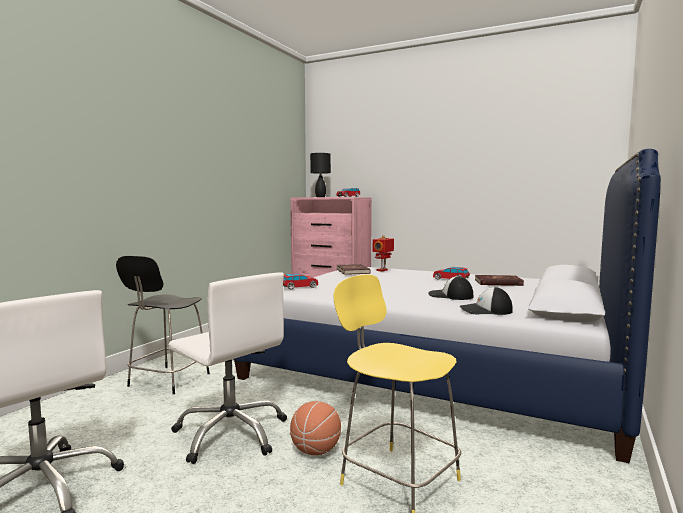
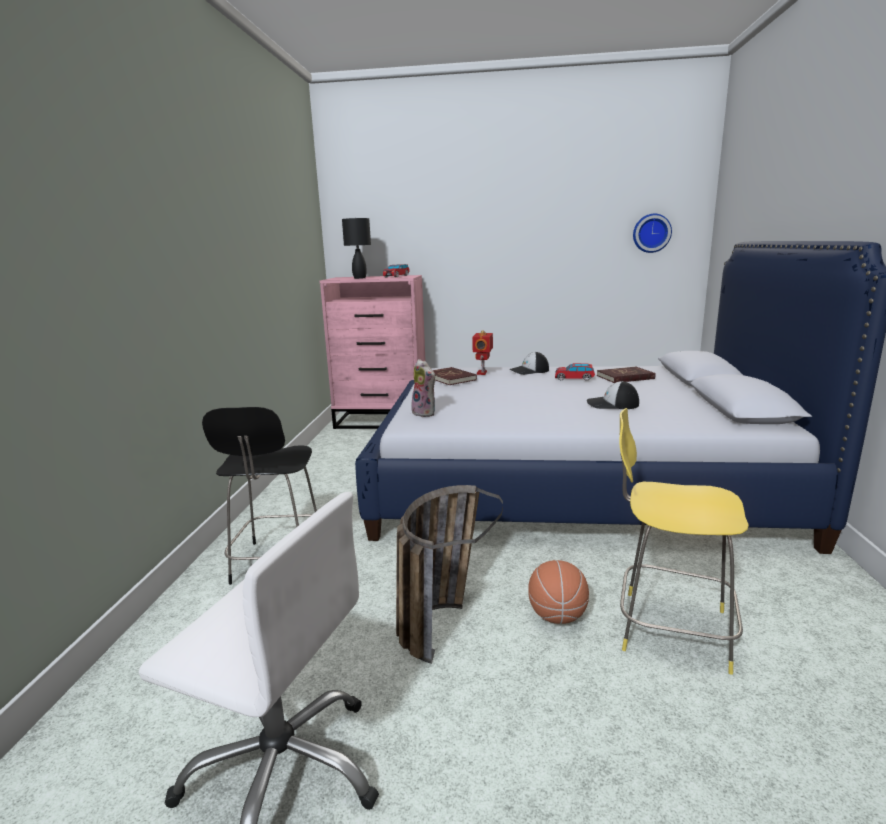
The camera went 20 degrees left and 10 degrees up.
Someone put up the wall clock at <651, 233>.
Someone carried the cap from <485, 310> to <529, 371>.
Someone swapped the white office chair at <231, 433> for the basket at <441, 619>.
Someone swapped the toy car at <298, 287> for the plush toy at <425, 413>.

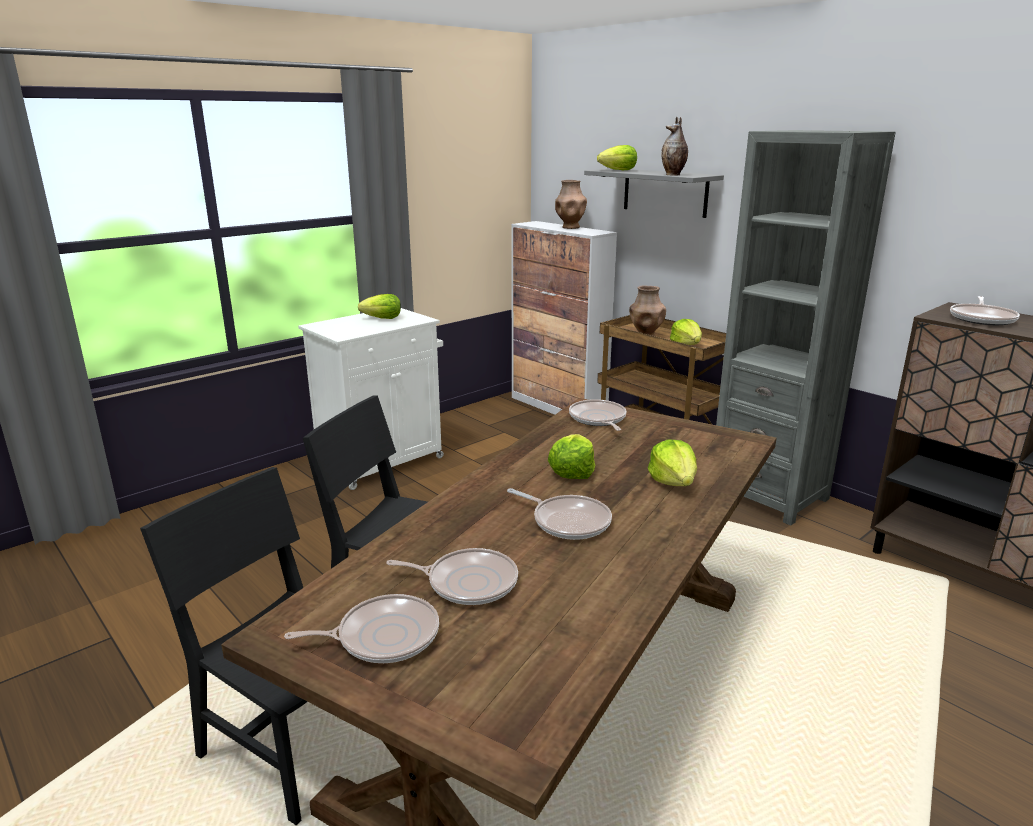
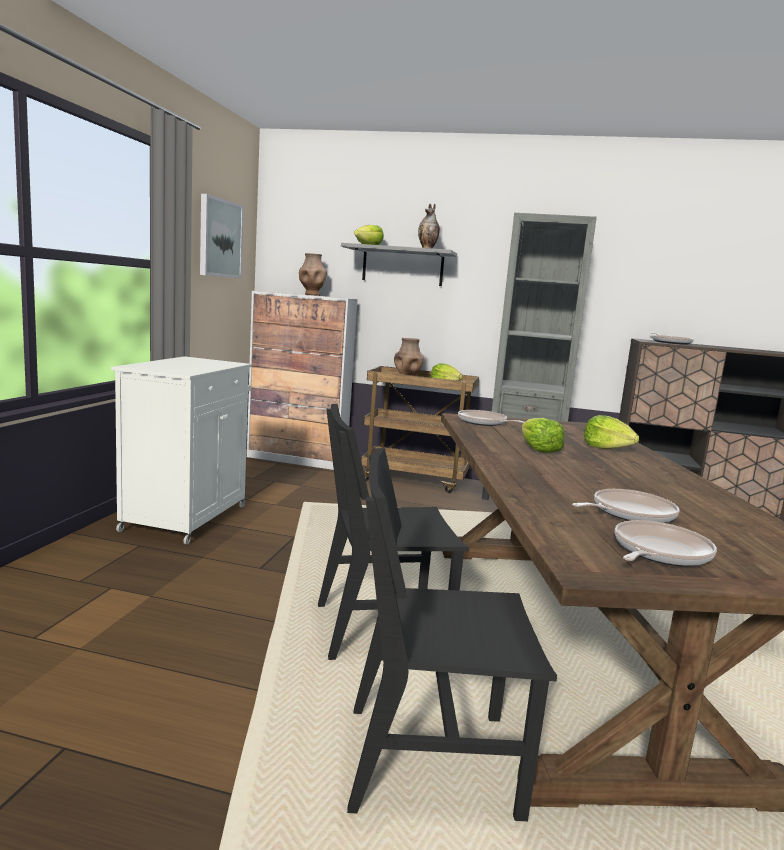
The camera went 35 degrees left and 10 degrees down.
Someone took away the lettuce at <382, 318>.
Someone took away the frying pan at <567, 521>.
Someone put up the picture at <220, 238>.

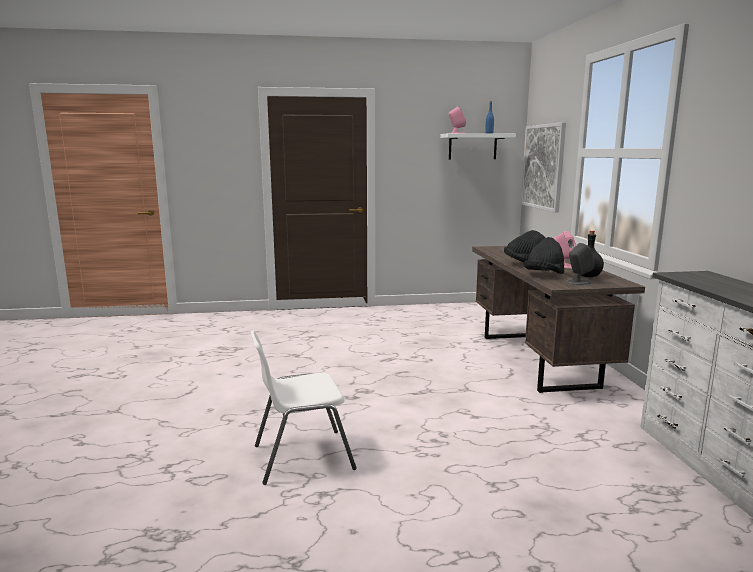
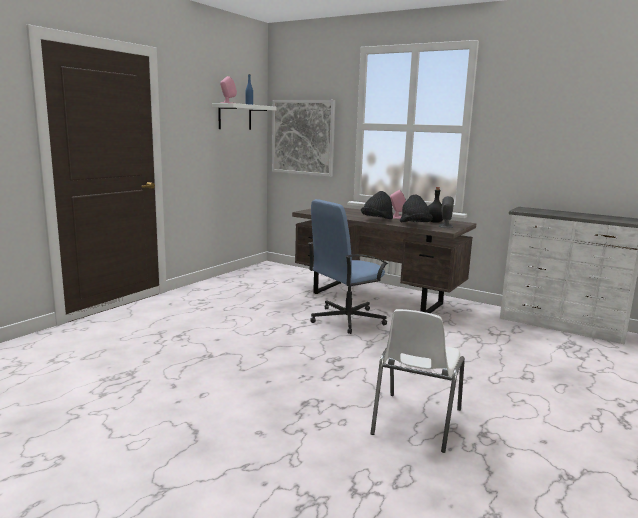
The camera went 50 degrees left and 0 degrees up.
Someone put down the blue office chair at <346, 319>.

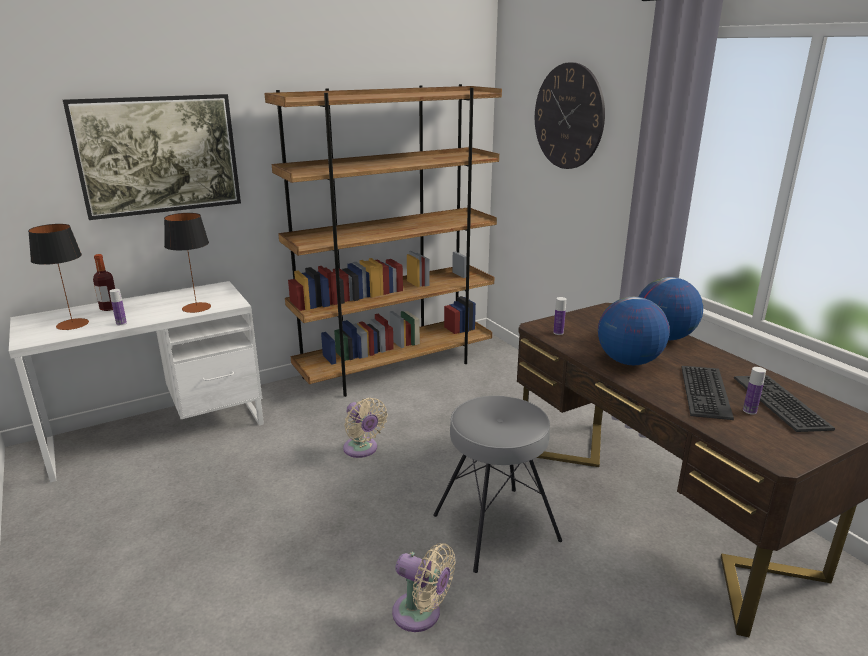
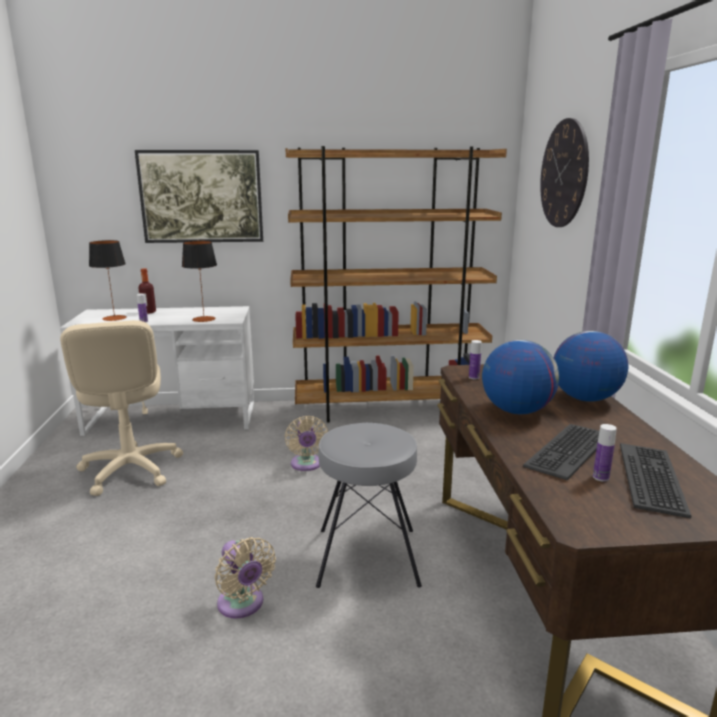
The camera went 25 degrees right and 5 degrees down.
Someone put down the beige office chair at <130, 470>.

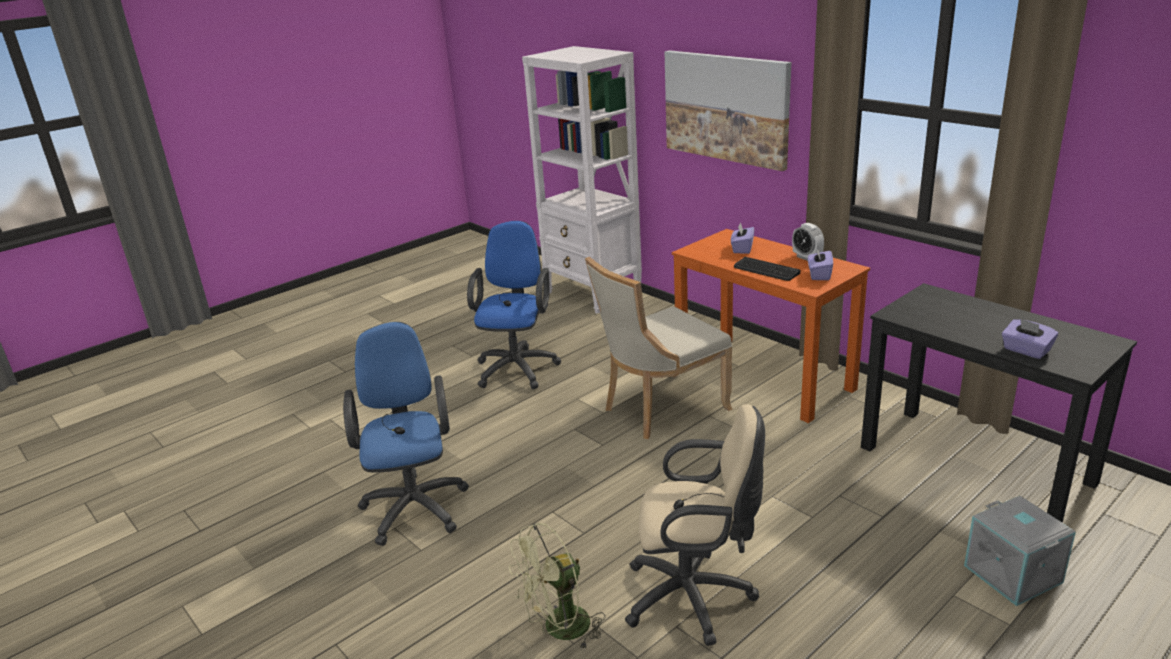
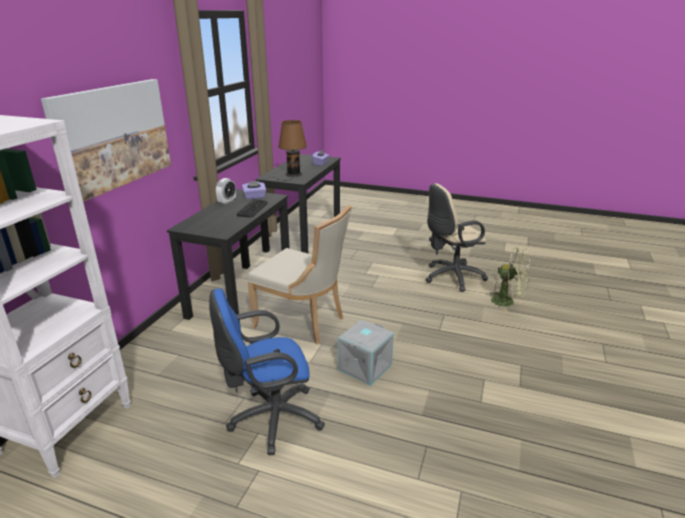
The camera went 120 degrees left and 0 degrees up.
Someone took away the blue office chair at <415, 504>.
Someone took away the purple tissue box at <742, 249>.
Someone put down the brown table lamp at <292, 174>.
Someone carried the grey storage box from <1014, 574> to <364, 367>.
Someone repainted the orange desk at <764, 377>, which became the black desk at <241, 294>.
Someone rotated the beige office chair at <695, 597> by 90 degrees counterclockwise.

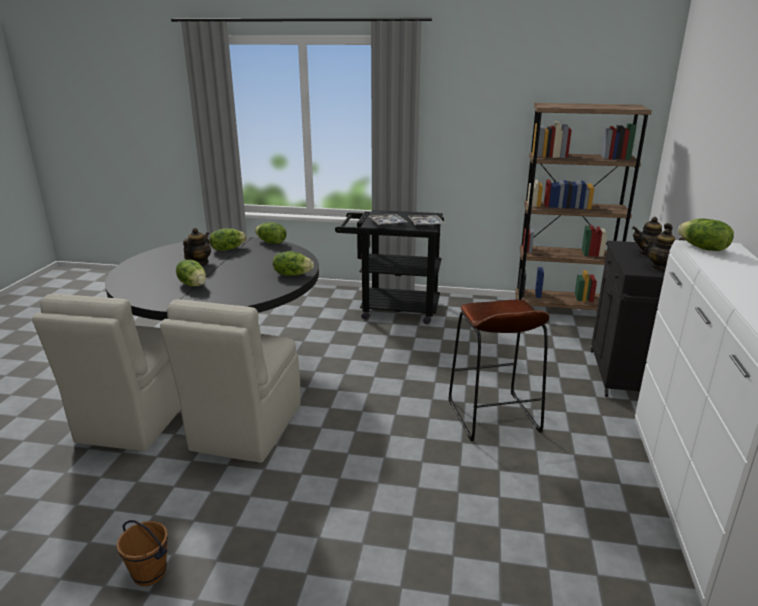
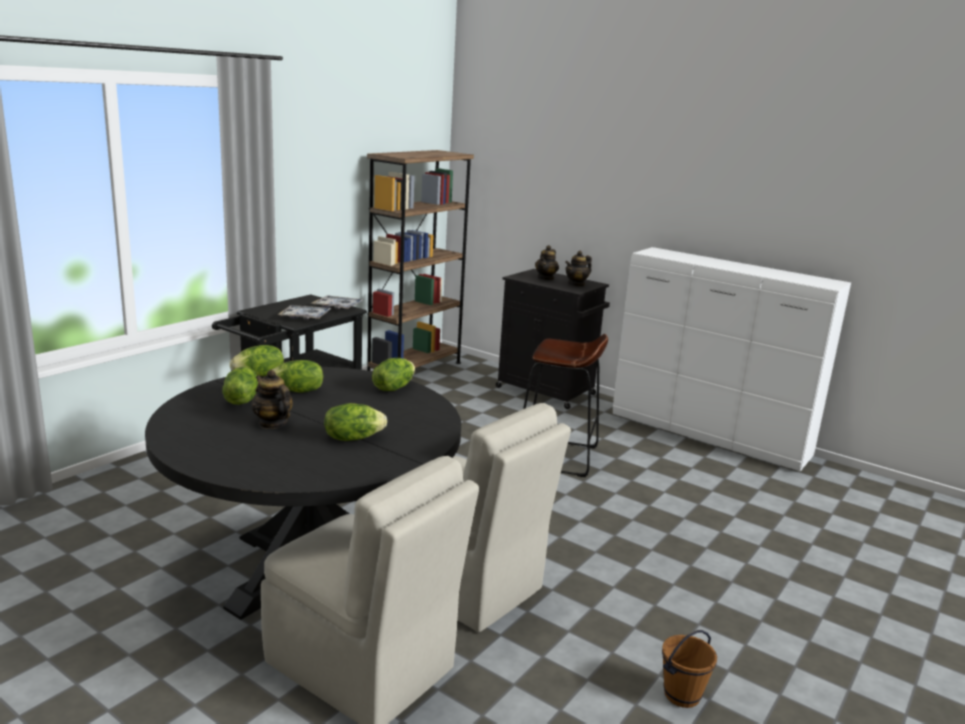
The camera went 65 degrees left and 5 degrees down.
Someone carried the lettuce from <703, 248> to <297, 391>.

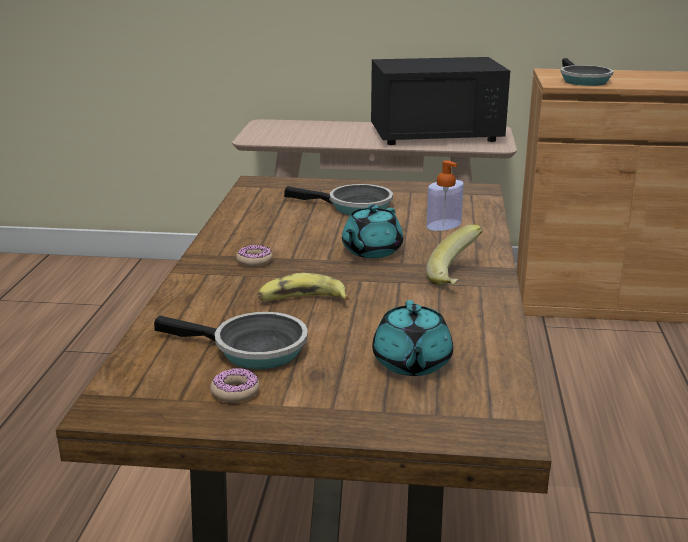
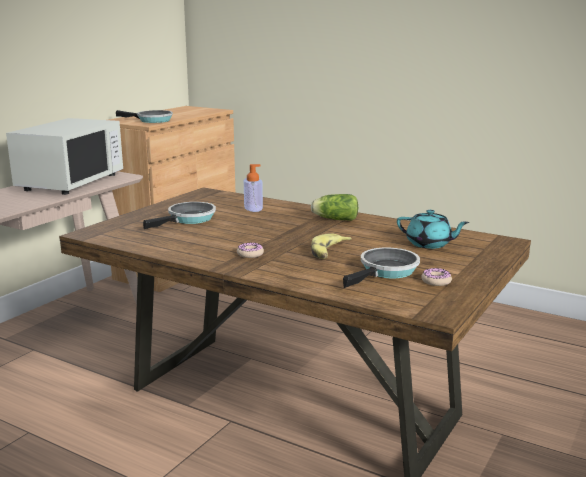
The camera went 65 degrees left and 5 degrees down.
Someone took away the turquoise teapot at <371, 251>.
Someone swapped the banana at <458, 278> for the lettuce at <334, 219>.
Someone repainted the black microwave at <436, 135>, which became the white microwave at <71, 182>.

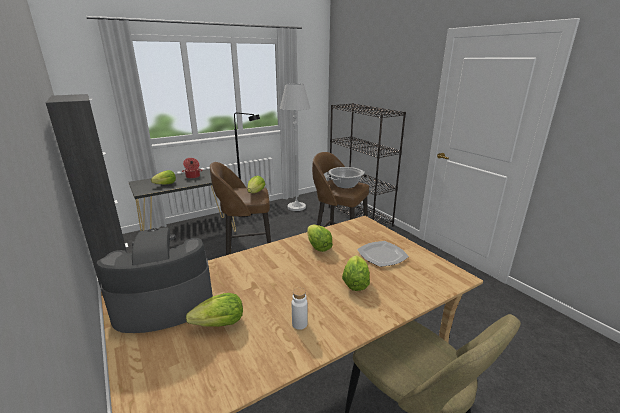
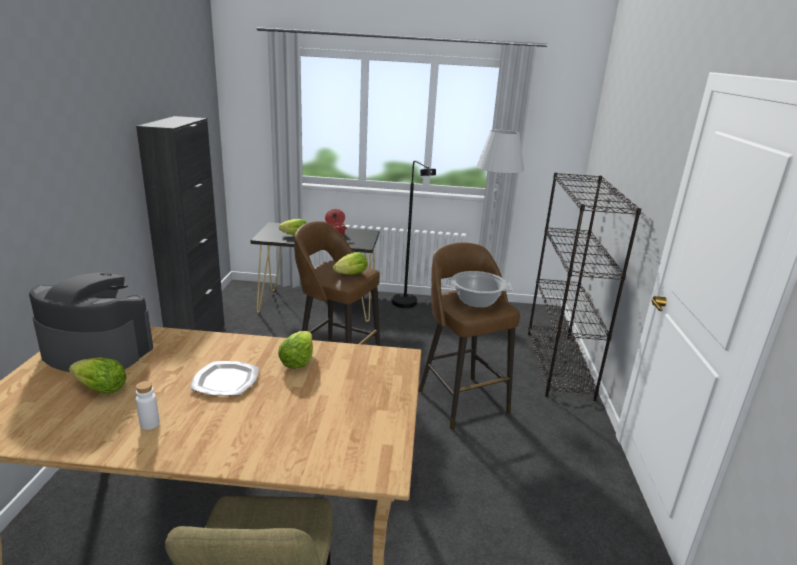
The camera went 35 degrees right and 0 degrees up.
Someone took away the lettuce at <355, 283>.
Someone carried the plate from <382, 255> to <226, 381>.

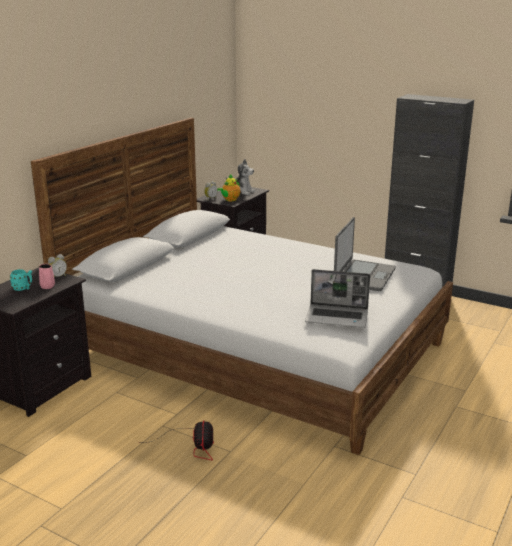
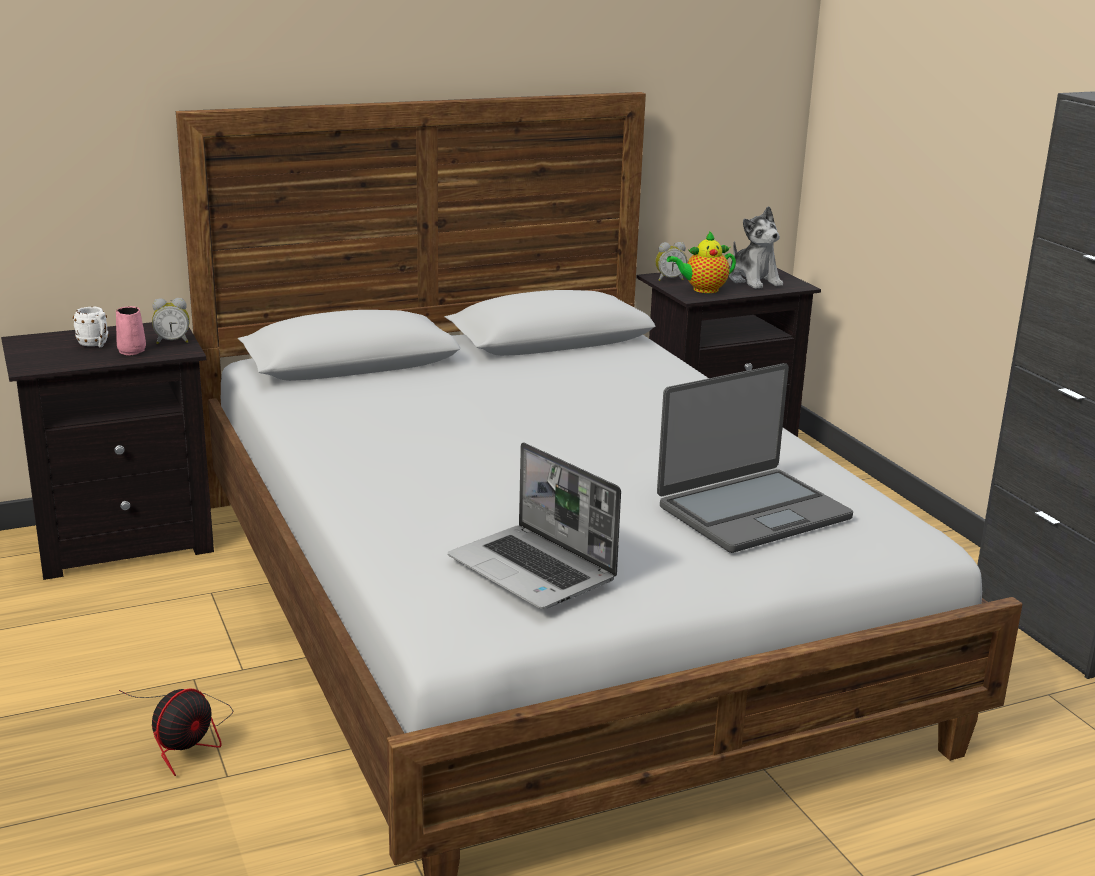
The camera went 35 degrees right and 0 degrees up.
Someone repainted the turquoise mug at <23, 288>, which became the white mug at <96, 344>.

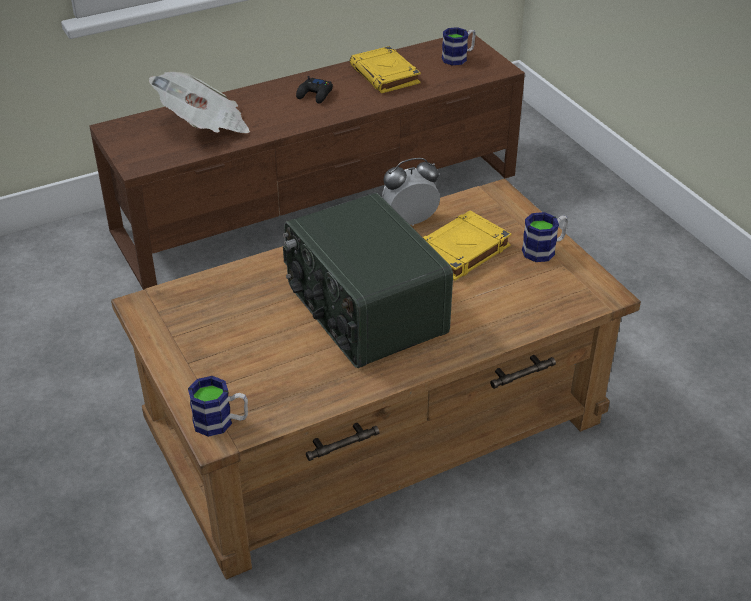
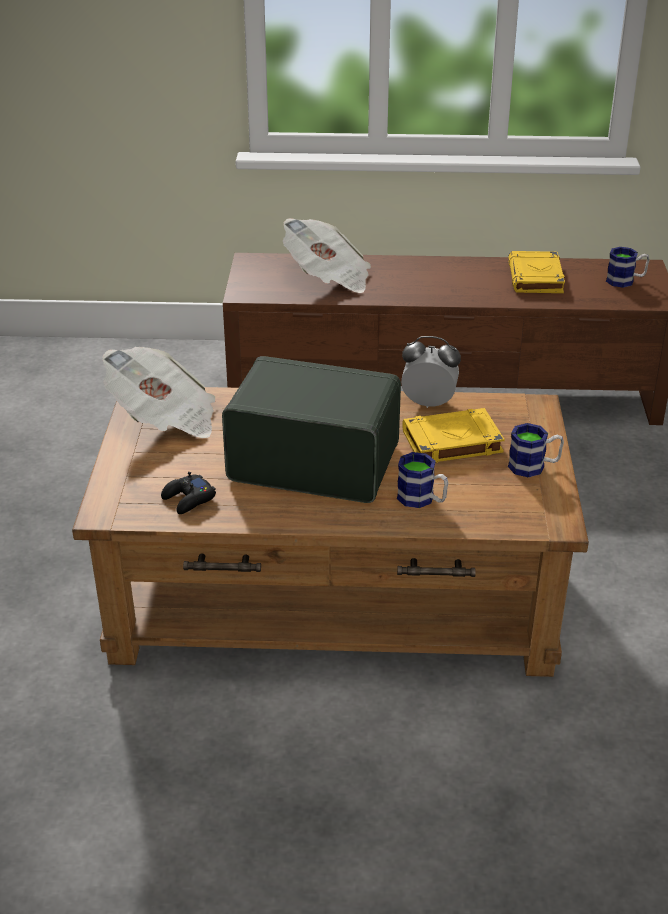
The camera went 30 degrees right and 5 degrees down.
Someone put down the newspaper at <164, 418>.
Someone carried the mug from <221, 422> to <422, 499>.
Someone carried the black game controller from <315, 95> to <188, 499>.
Someone rotated the radio at <364, 311> by 105 degrees clockwise.

